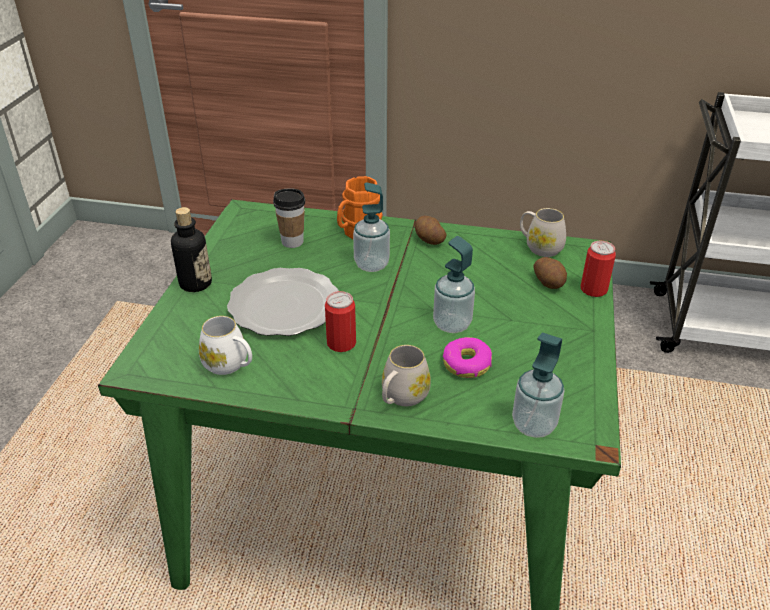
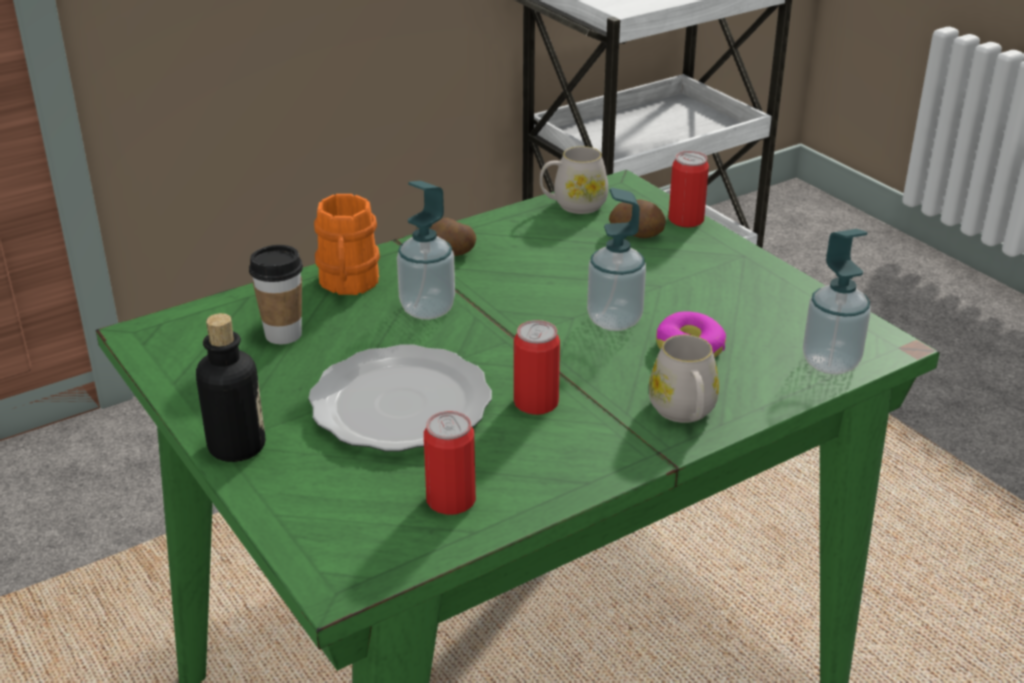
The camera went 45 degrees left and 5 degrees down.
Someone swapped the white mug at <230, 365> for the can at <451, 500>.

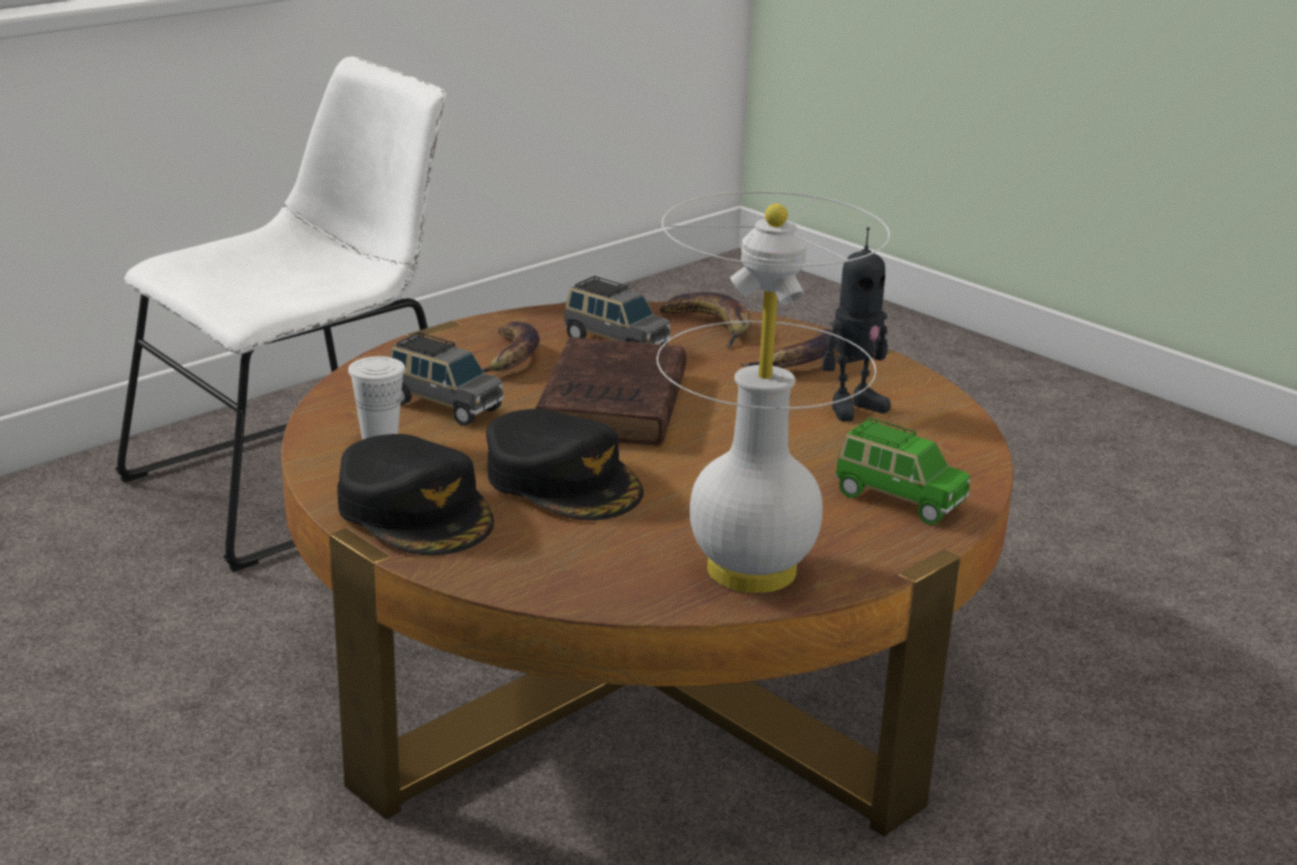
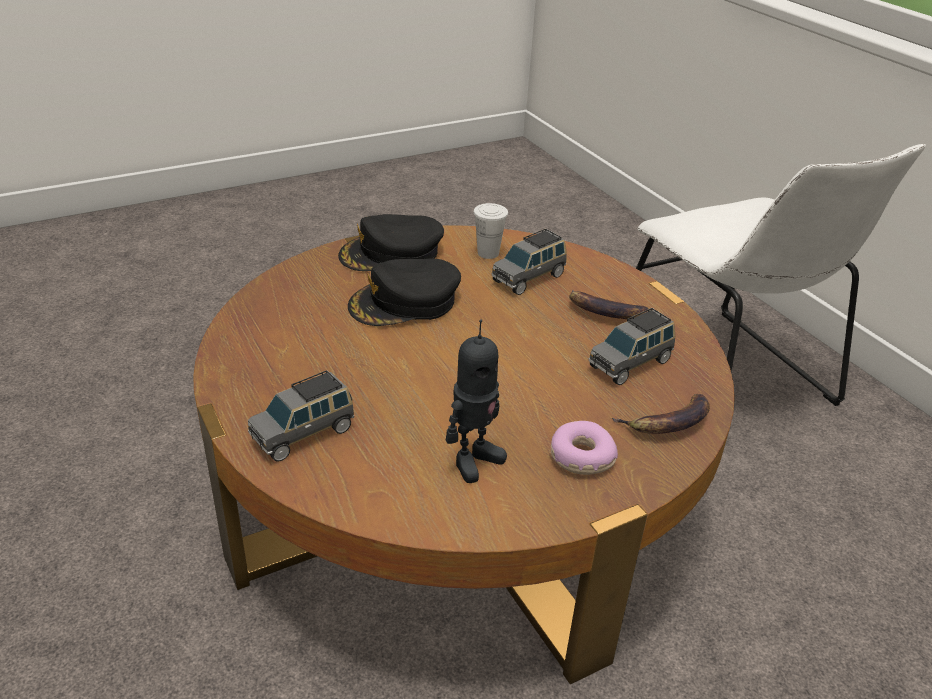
The camera went 105 degrees right and 10 degrees up.
Someone took away the brown book at <612, 405>.
Someone took away the white table lamp at <753, 570>.
Someone swapped the banana at <800, 360> for the donut at <581, 457>.
Someone repainted the green toy car at <897, 499>, which became the grey toy car at <304, 433>.
Someone rotated the toy robot at <852, 407> by 120 degrees counterclockwise.

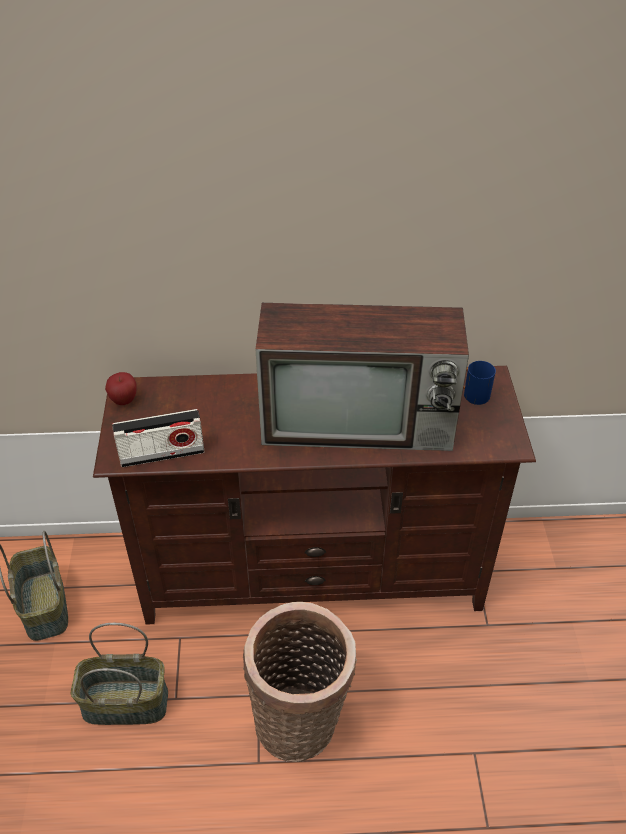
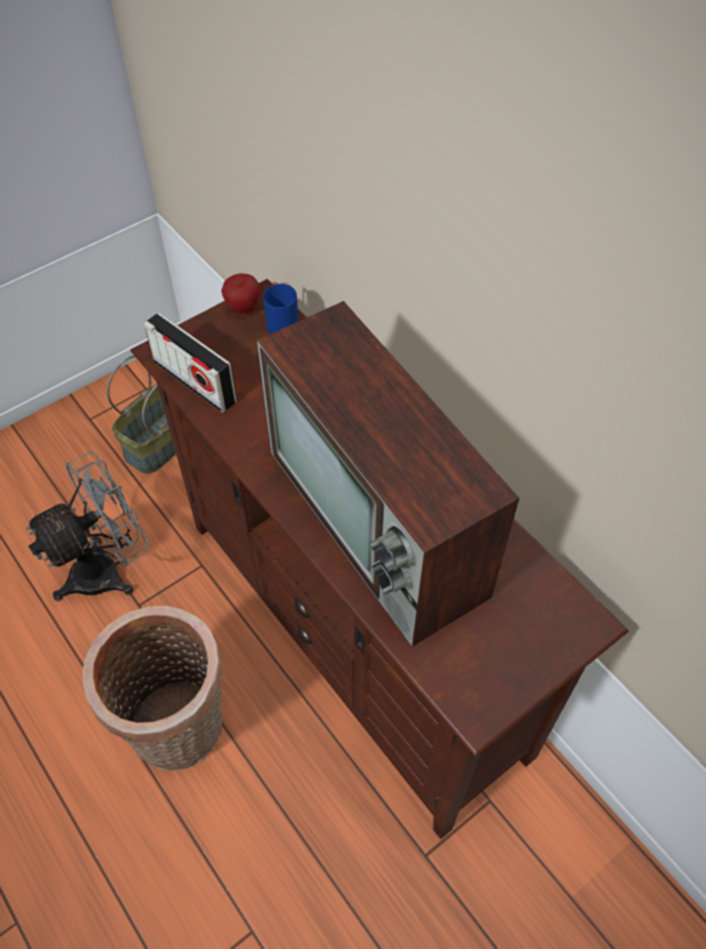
The camera went 55 degrees right and 10 degrees up.
Someone carried the blue mug from <471, 395> to <281, 323>.
Someone swapped the basket at <124, 704> for the grey fan at <108, 569>.

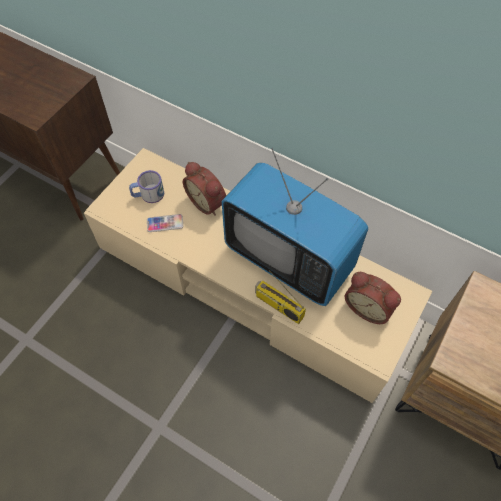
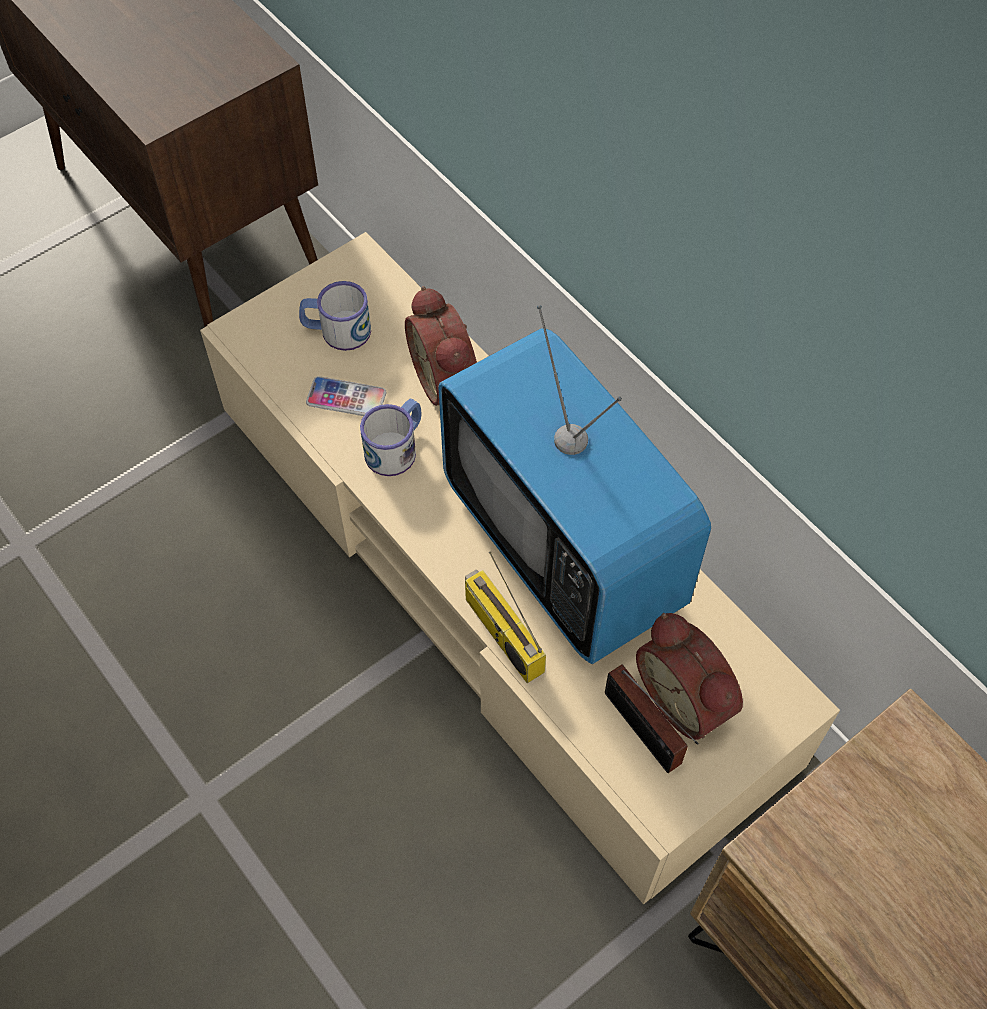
The camera went 20 degrees right and 0 degrees up.
Someone put down the mug at <396, 447>.
Someone put down the radio at <645, 734>.

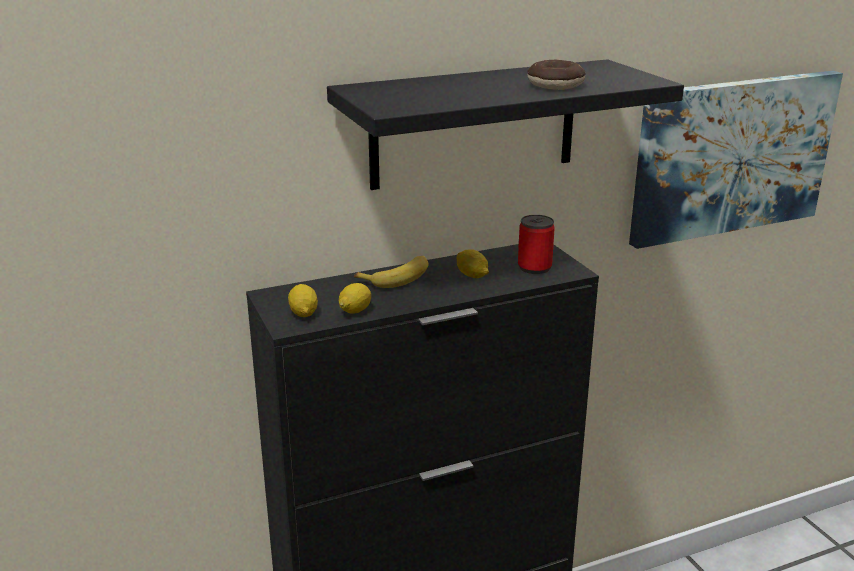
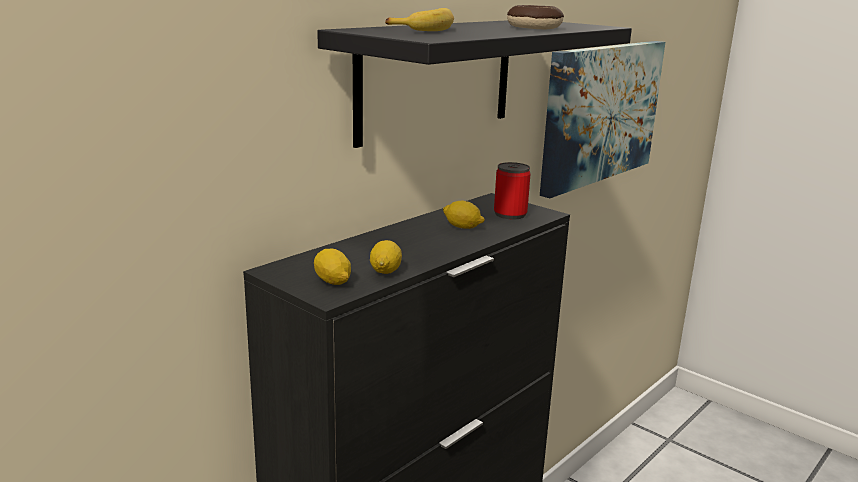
The camera went 25 degrees left and 5 degrees down.
Someone carried the banana from <398, 277> to <425, 29>.

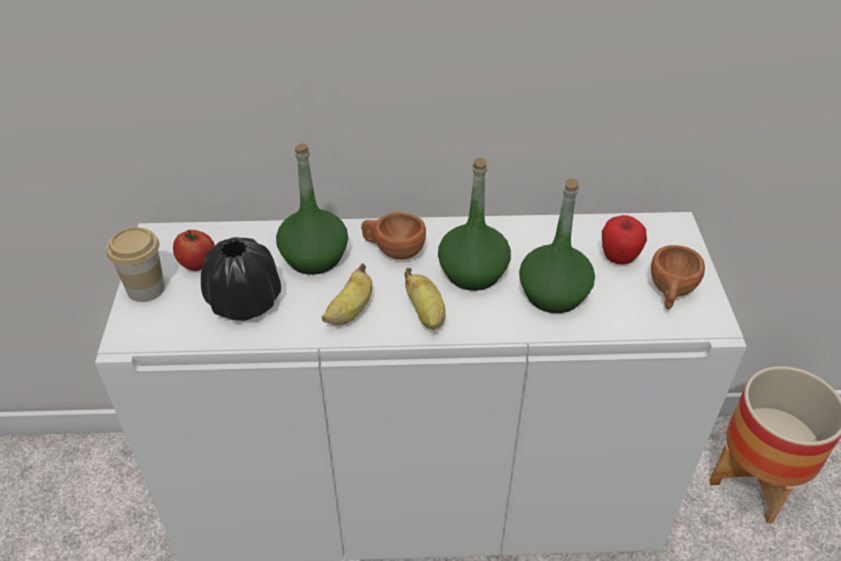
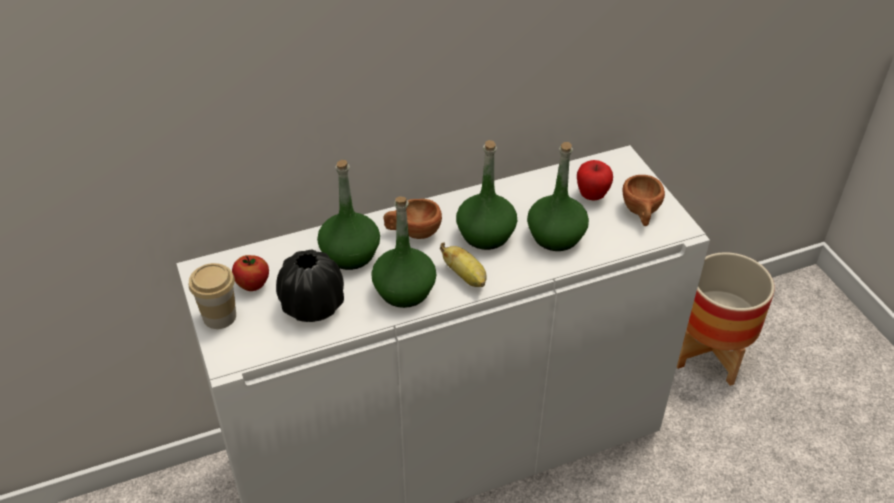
The camera went 20 degrees left and 0 degrees up.
Someone swapped the banana at <350, 311> for the green bottle at <404, 290>.

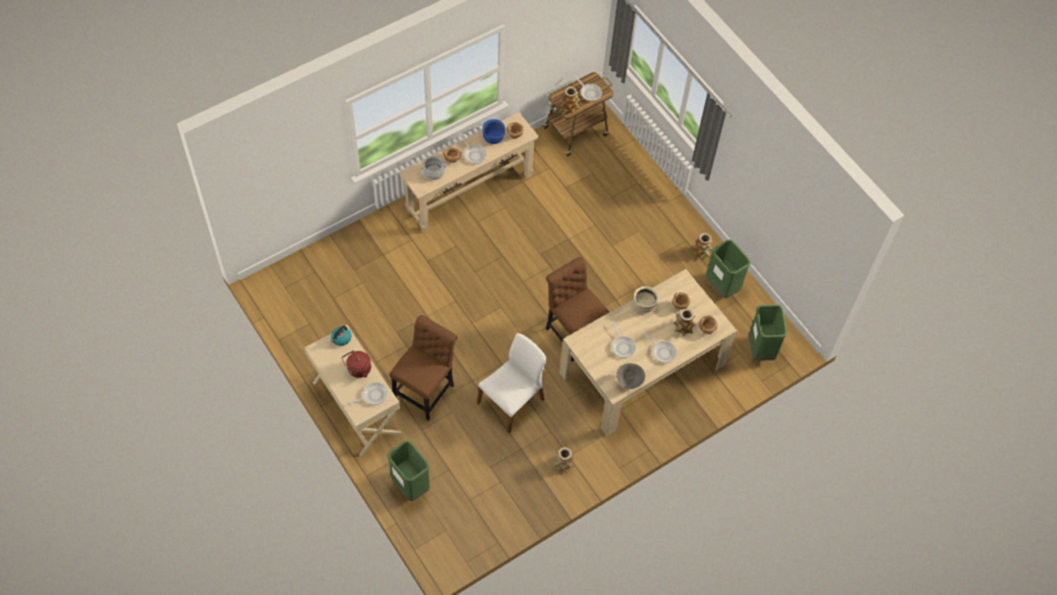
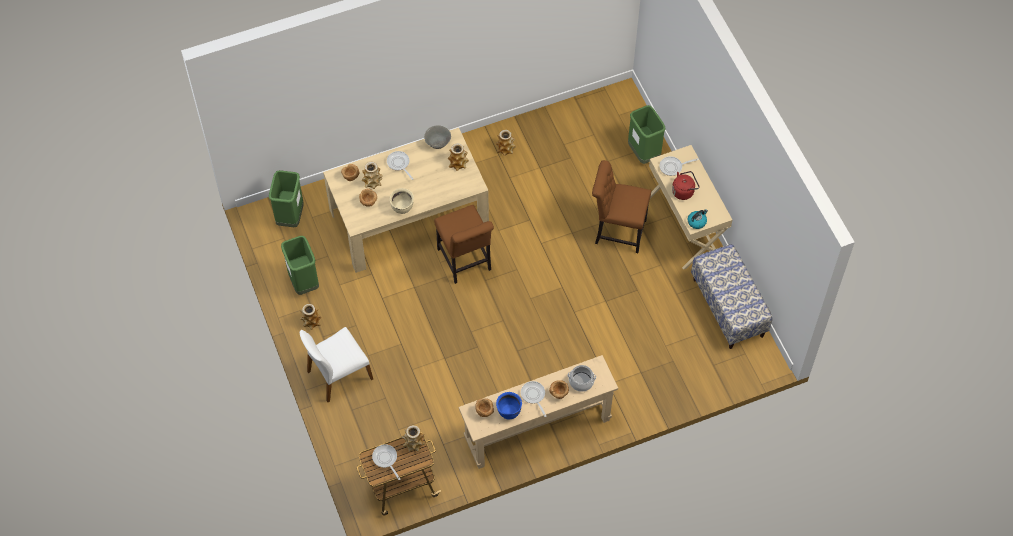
The camera went 165 degrees left and 0 degrees up.
Someone took away the frying pan at <622, 346>.
Someone put down the vase at <458, 163>.
Someone put down the bench at <728, 307>.
Someone carried the white chair from <512, 401> to <338, 374>.
Someone rotated the brown chair at <426, 390> by 60 degrees clockwise.

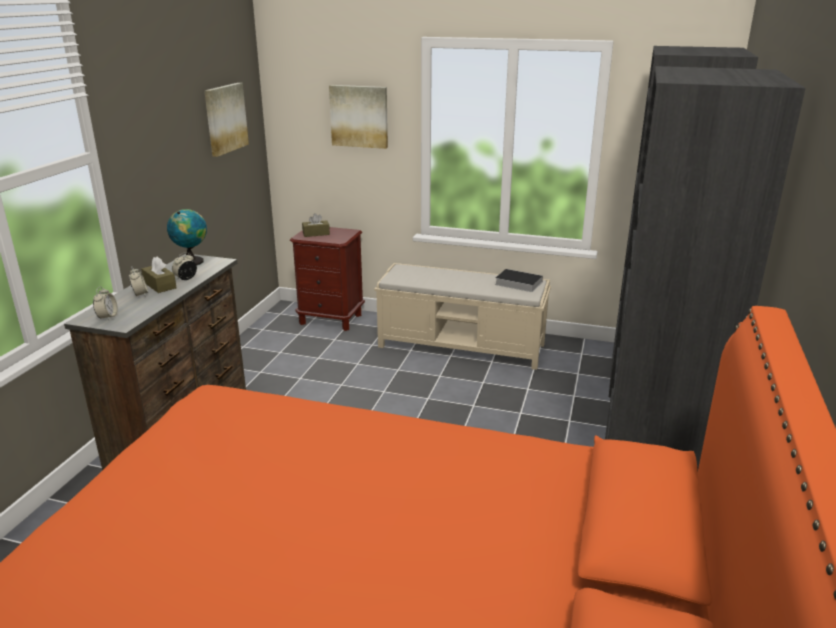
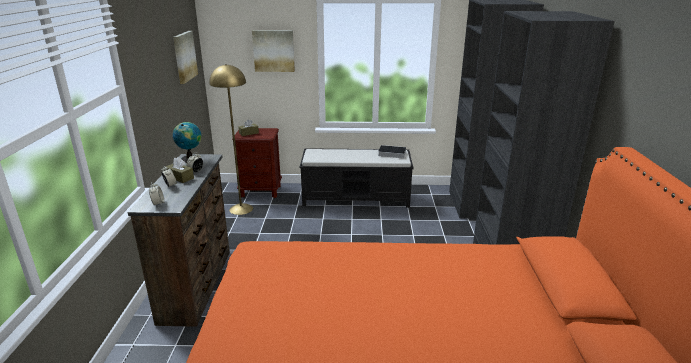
The camera went 15 degrees left and 0 degrees up.
Someone put down the yellow floor lamp at <241, 209>.
Someone repainted the beige bench at <462, 346>, which became the black bench at <356, 198>.

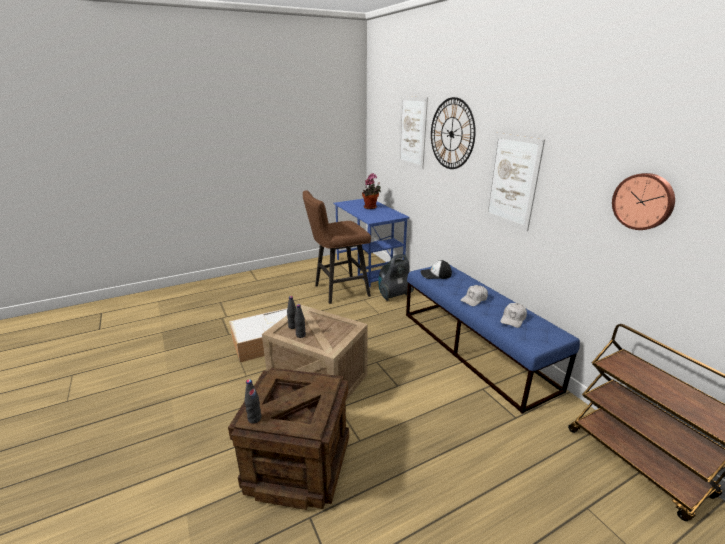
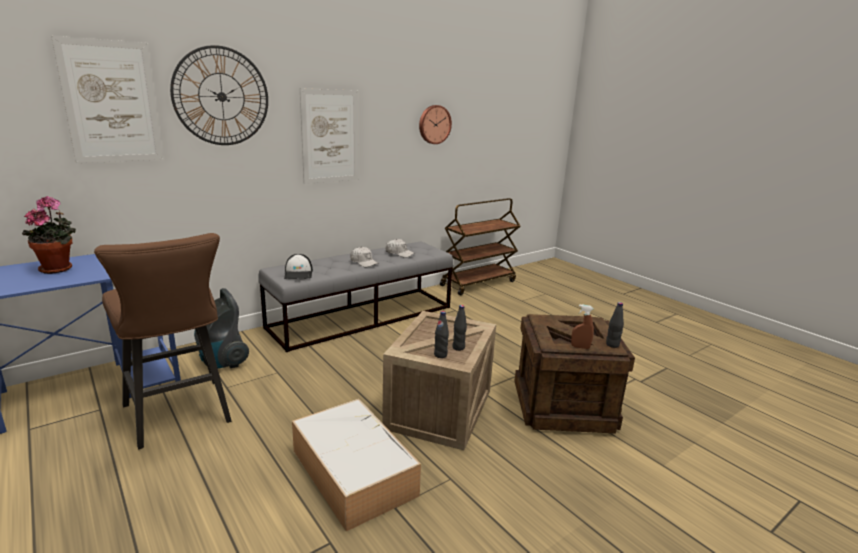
The camera went 100 degrees left and 5 degrees down.
Someone put down the brown spray bottle at <580, 347>.
Someone repainted the blue bench at <475, 349>, which became the grey bench at <362, 317>.

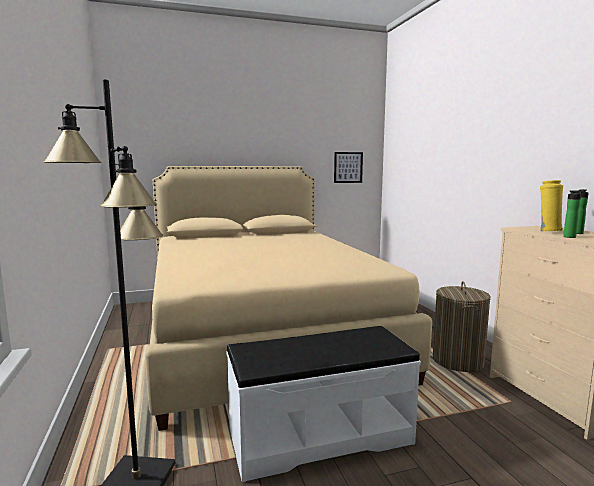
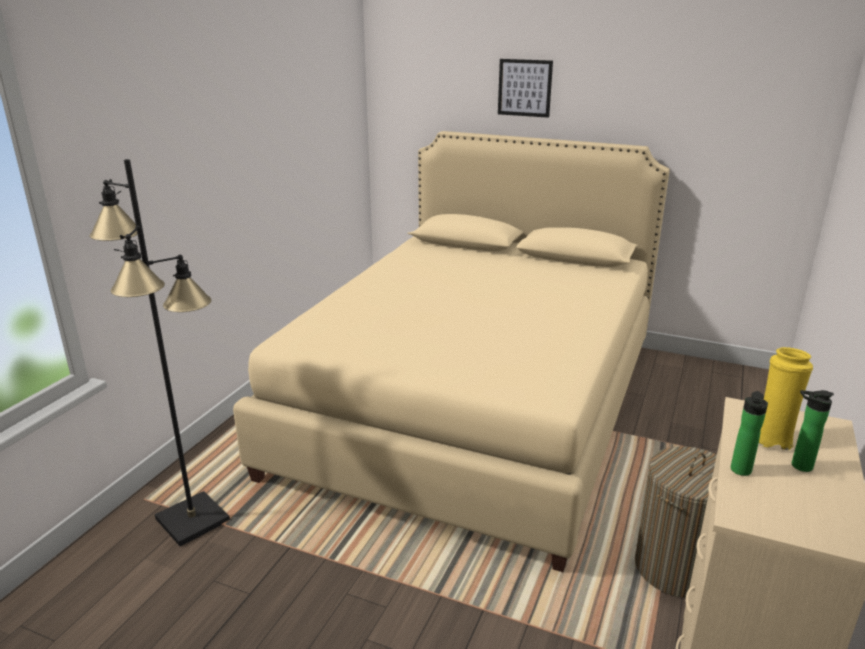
The camera went 40 degrees right and 15 degrees up.
Someone took away the white bench at <319, 436>.
Someone carried the picture from <348, 167> to <524, 88>.

